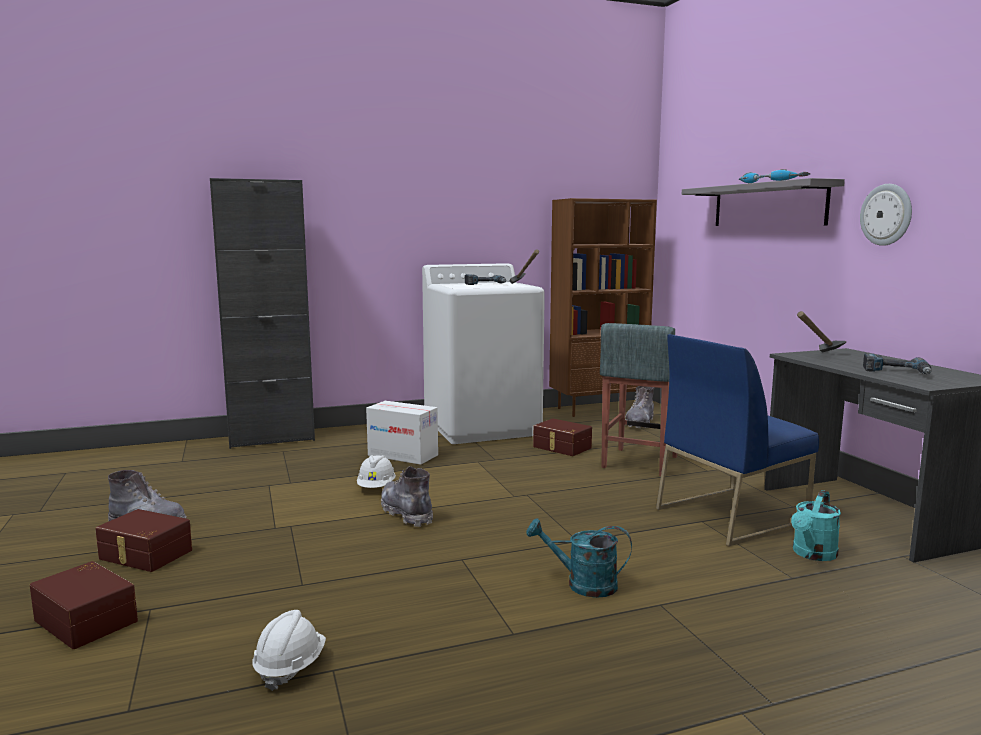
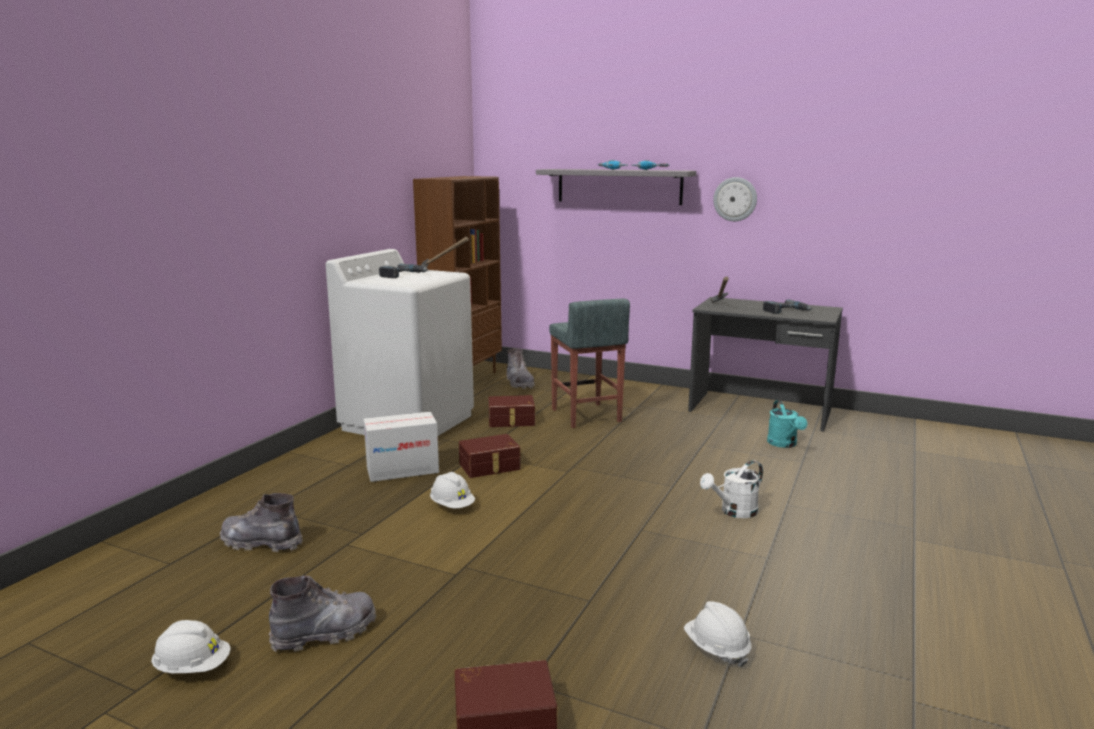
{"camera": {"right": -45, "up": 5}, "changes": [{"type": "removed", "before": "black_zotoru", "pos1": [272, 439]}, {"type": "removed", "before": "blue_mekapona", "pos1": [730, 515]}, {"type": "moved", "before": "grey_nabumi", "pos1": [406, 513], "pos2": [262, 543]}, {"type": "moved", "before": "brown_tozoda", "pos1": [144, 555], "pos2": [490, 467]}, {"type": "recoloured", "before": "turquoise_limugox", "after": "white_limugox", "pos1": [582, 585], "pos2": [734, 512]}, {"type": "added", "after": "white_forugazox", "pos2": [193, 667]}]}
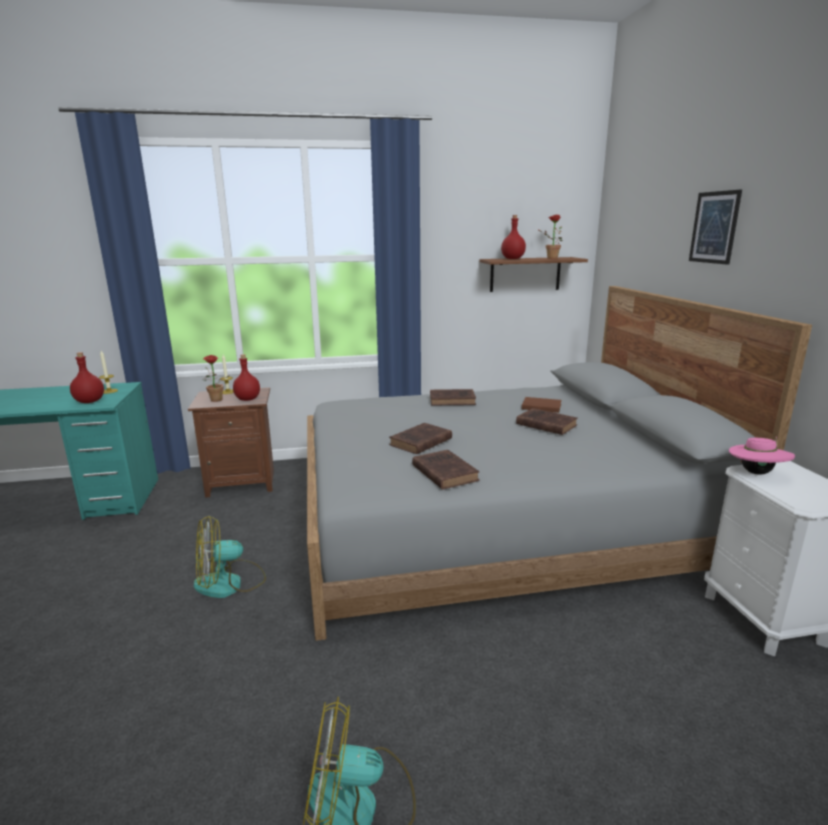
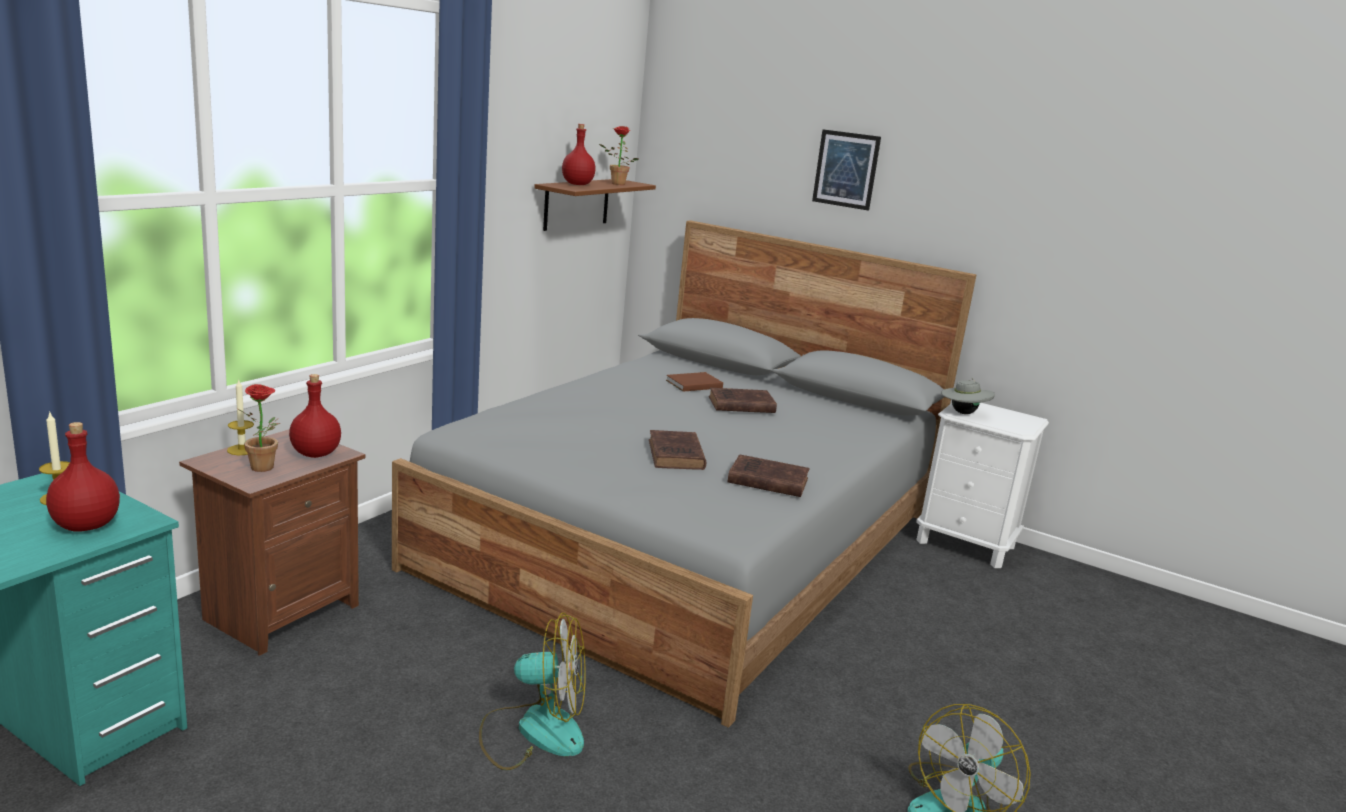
{"camera": {"right": -50, "up": 0}, "changes": [{"type": "removed", "before": "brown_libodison", "pos1": [453, 400]}, {"type": "recoloured", "before": "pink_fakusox", "after": "grey_fakusox", "pos1": [756, 472], "pos2": [963, 413]}, {"type": "turned", "before": "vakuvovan", "pos1": [230, 583], "pos2": [534, 731], "turn": -105}]}
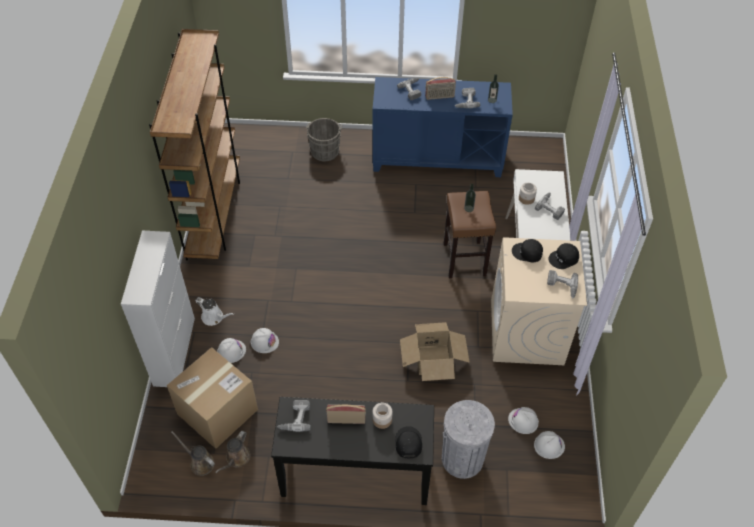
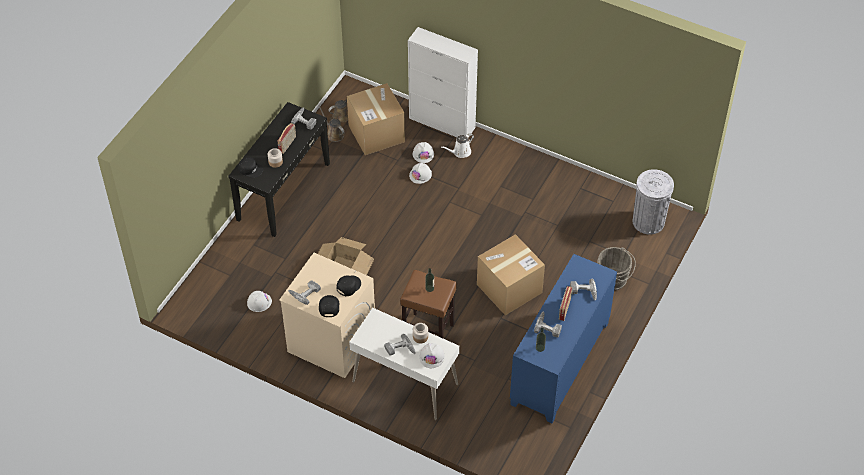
{"camera": {"right": 115, "up": 0}, "changes": [{"type": "removed", "before": "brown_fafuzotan", "pos1": [214, 214]}, {"type": "moved", "before": "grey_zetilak", "pos1": [462, 459], "pos2": [648, 221]}, {"type": "moved", "before": "white_forugazox", "pos1": [549, 445], "pos2": [432, 356]}, {"type": "added", "after": "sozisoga", "pos2": [509, 288]}]}
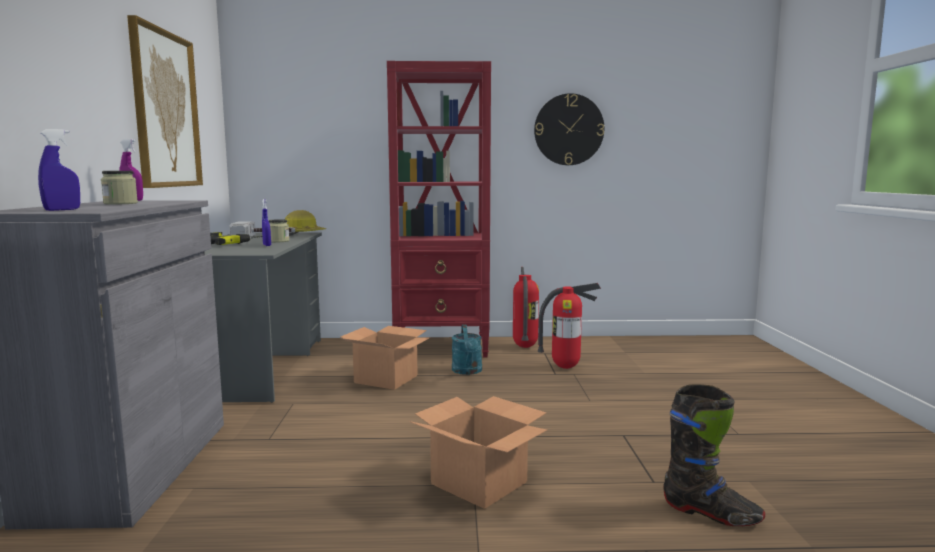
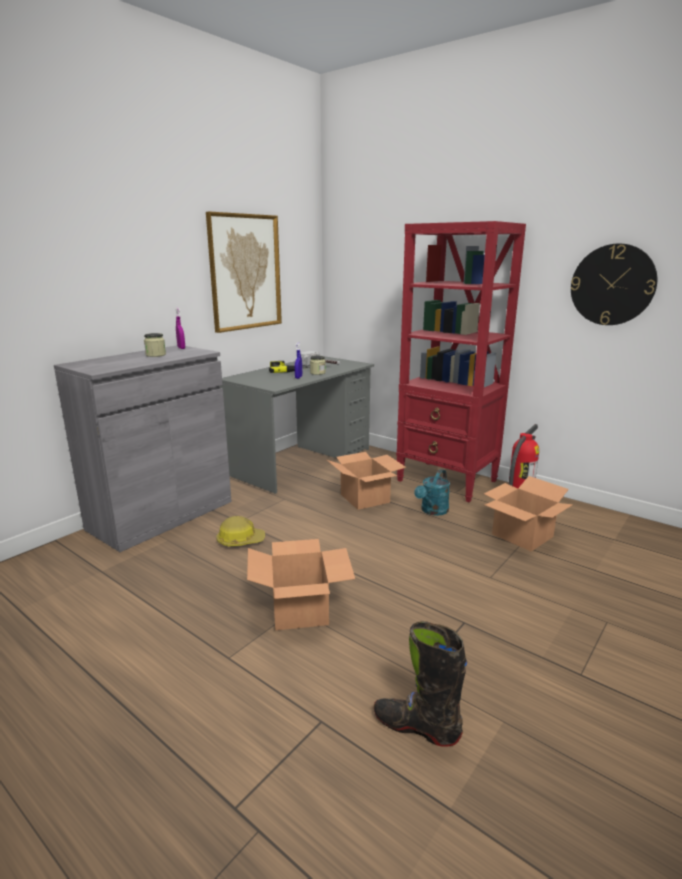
{"camera": {"right": 40, "up": 10}, "changes": [{"type": "removed", "before": "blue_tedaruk", "pos1": [62, 210]}, {"type": "moved", "before": "forugazox", "pos1": [303, 234], "pos2": [240, 540]}, {"type": "replaced", "before": "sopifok", "after": "sozisoga", "pos1": [566, 367], "pos2": [523, 535]}, {"type": "turned", "before": "black_nabumi", "pos1": [711, 513], "pos2": [416, 727], "turn": 135}]}
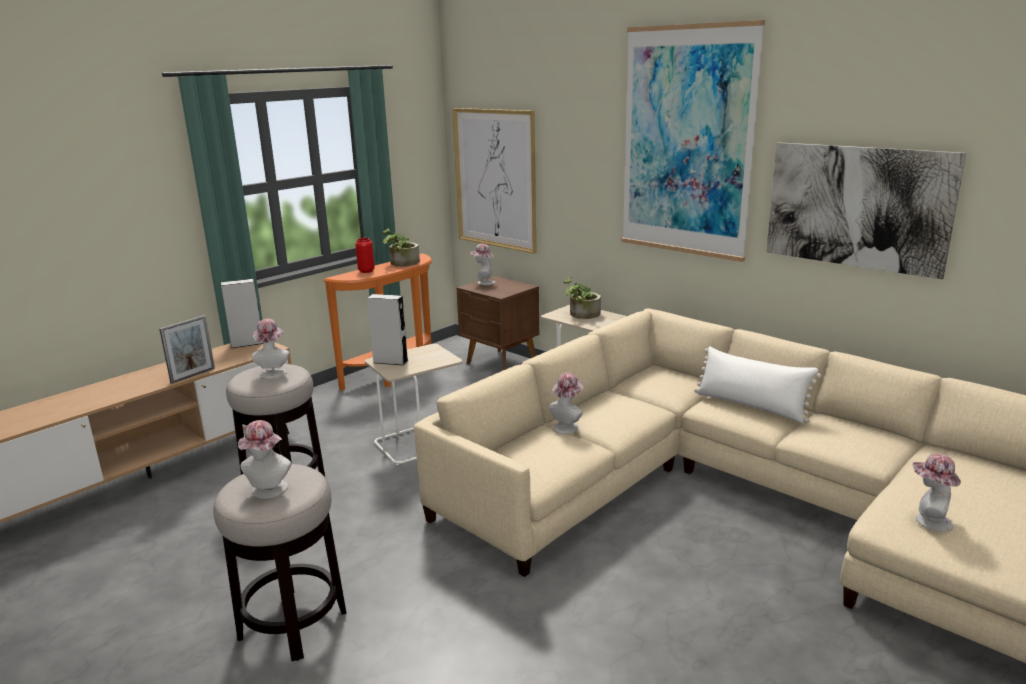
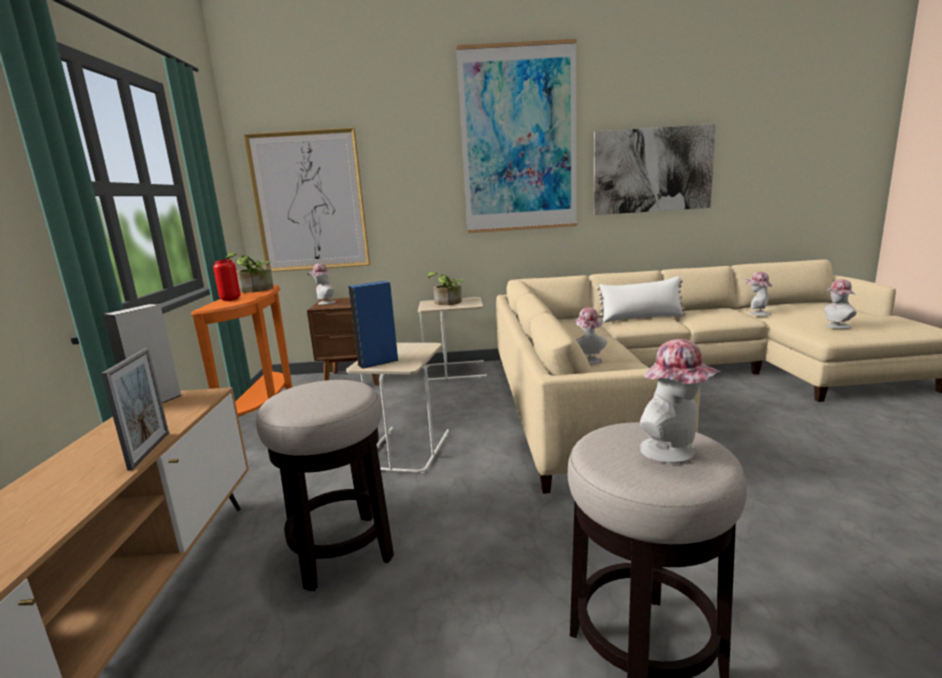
{"camera": {"right": -45, "up": -5}, "changes": [{"type": "recoloured", "before": "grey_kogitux", "after": "blue_kogitux", "pos1": [390, 361], "pos2": [378, 362]}, {"type": "moved", "before": "fakusox", "pos1": [273, 372], "pos2": [756, 313]}]}
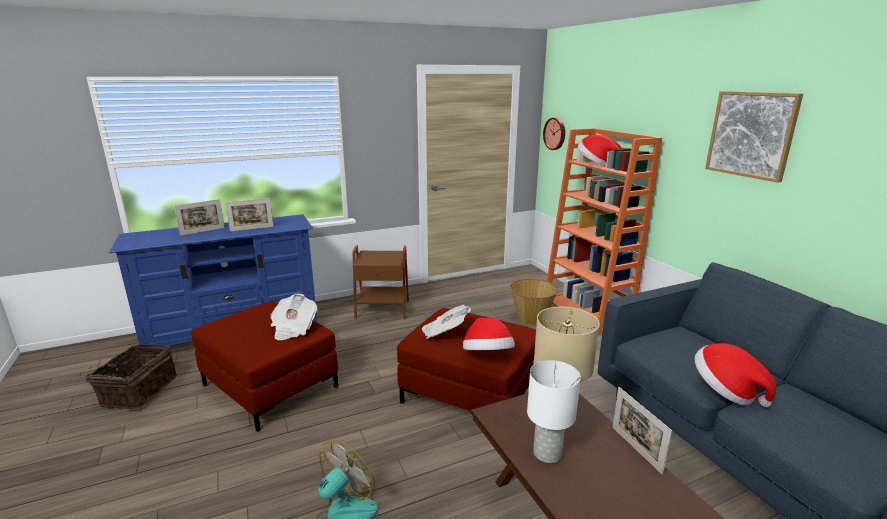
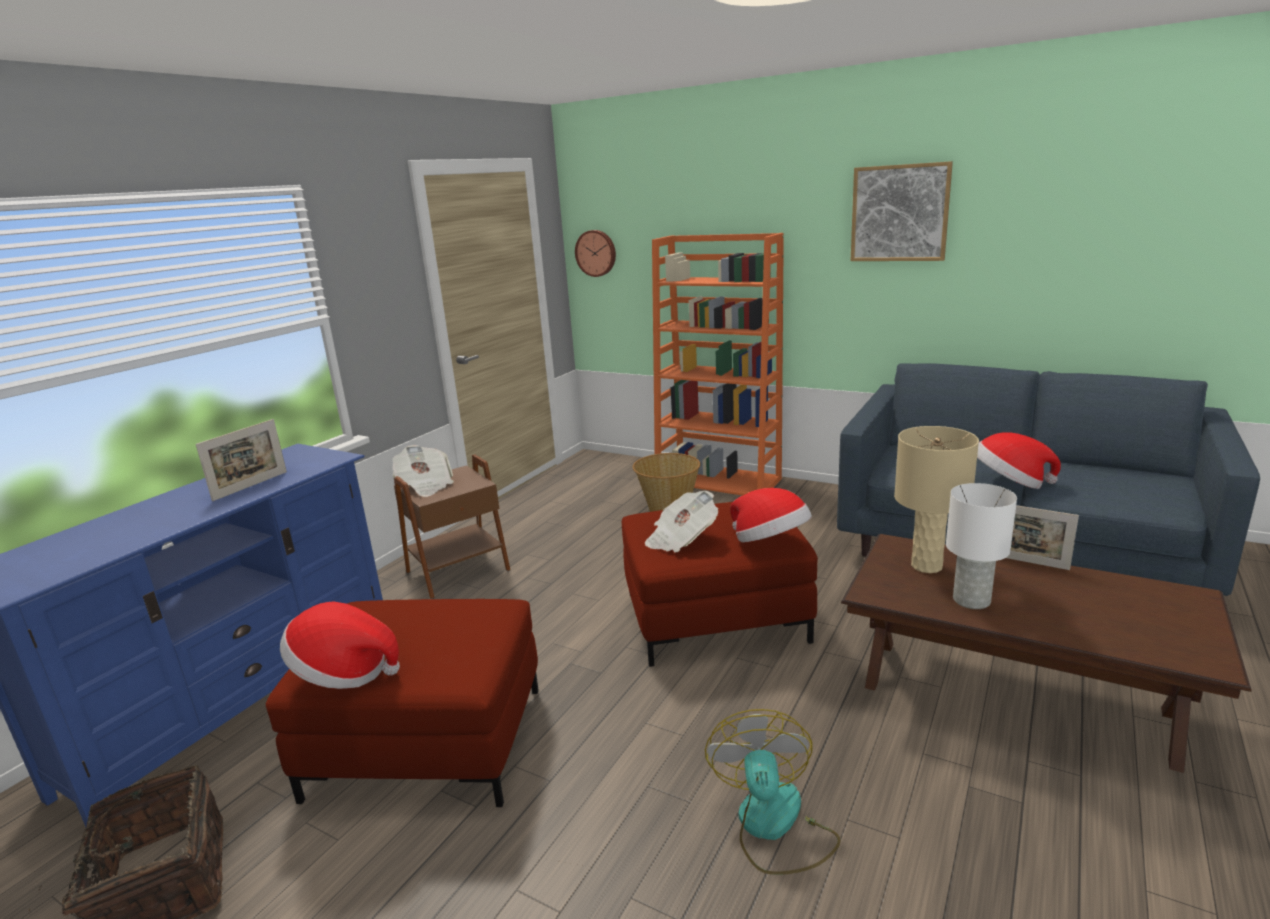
{"camera": {"right": -35, "up": 0}, "changes": [{"type": "moved", "before": "fakusox", "pos1": [597, 164], "pos2": [344, 672]}, {"type": "removed", "before": "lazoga", "pos1": [202, 231]}, {"type": "moved", "before": "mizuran", "pos1": [293, 328], "pos2": [425, 485]}]}
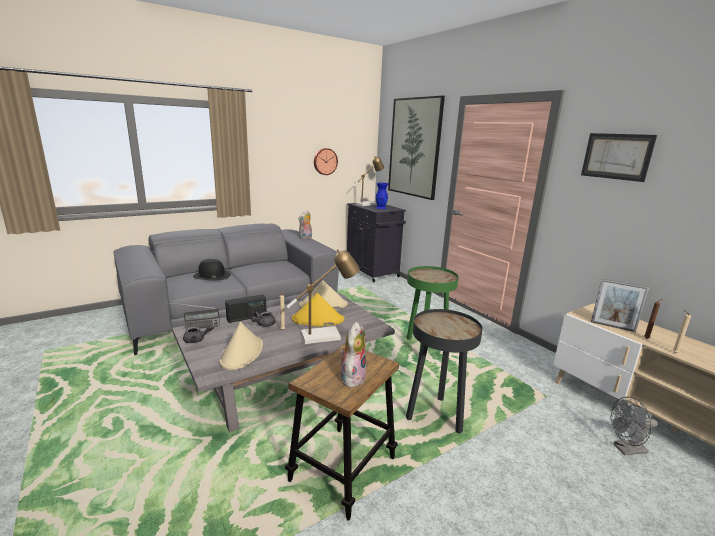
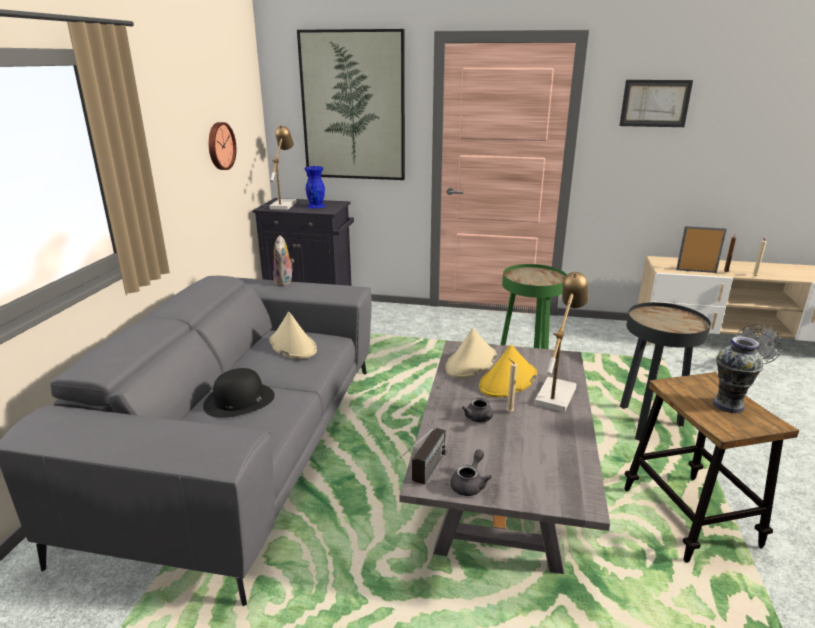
{"camera": {"right": -45, "up": 5}, "changes": [{"type": "turned", "before": "lazoga", "pos1": [612, 326], "pos2": [696, 271], "turn": -150}, {"type": "removed", "before": "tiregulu", "pos1": [247, 317]}, {"type": "moved", "before": "beige_fakusox", "pos1": [242, 353], "pos2": [292, 346]}, {"type": "replaced", "before": "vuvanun", "after": "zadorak", "pos1": [352, 377], "pos2": [728, 405]}]}
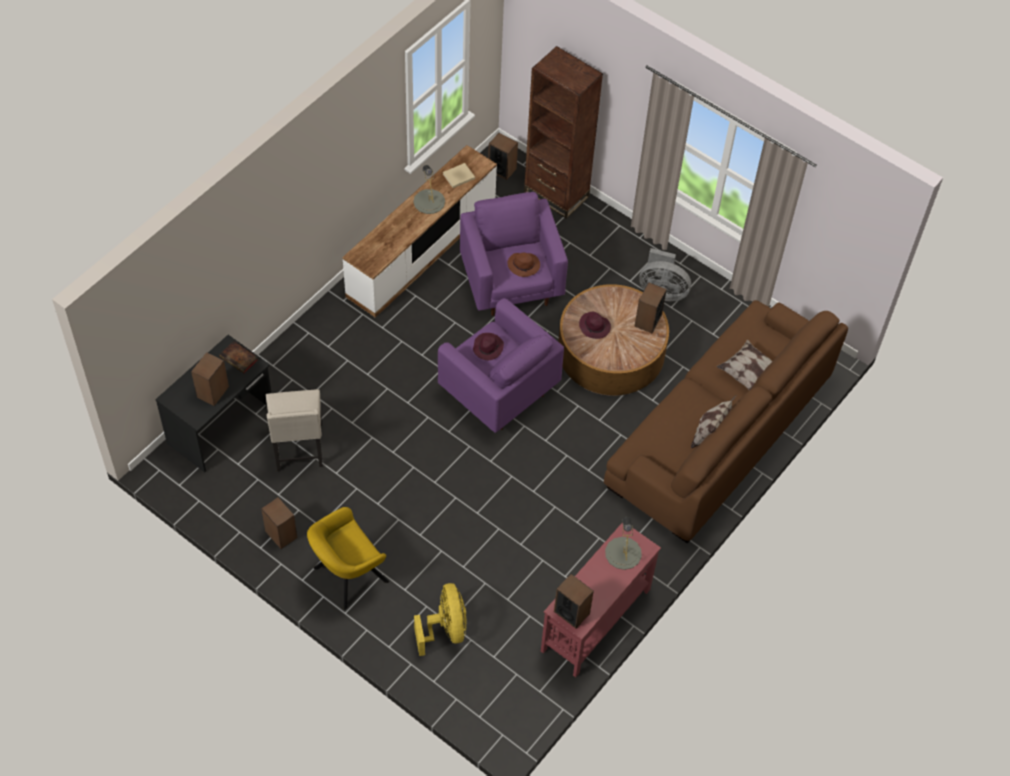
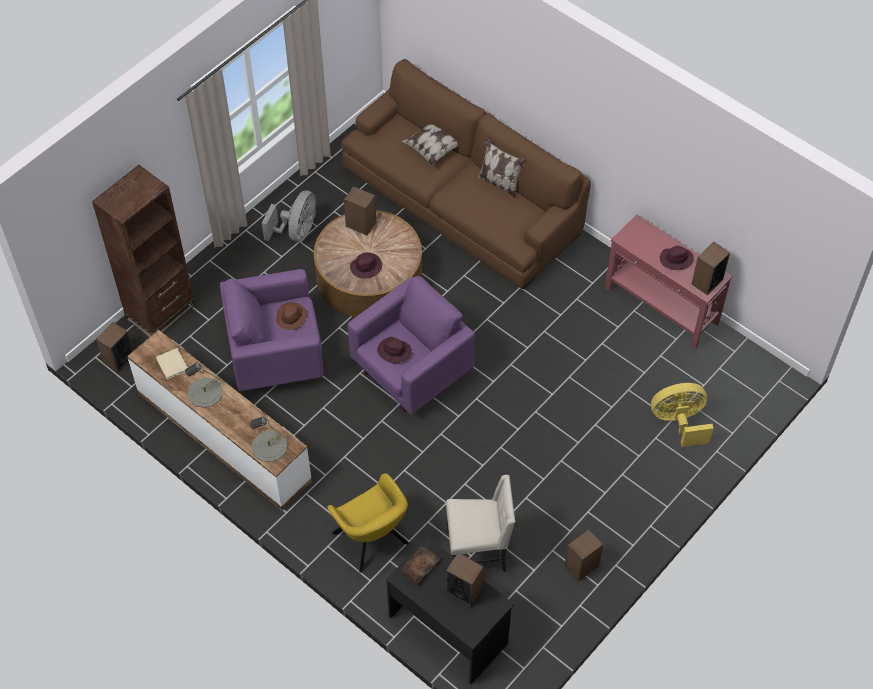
{"camera": {"right": -85, "up": 0}, "changes": [{"type": "moved", "before": "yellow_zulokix", "pos1": [347, 576], "pos2": [372, 541]}, {"type": "moved", "before": "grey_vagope", "pos1": [623, 553], "pos2": [269, 446]}, {"type": "added", "after": "purple_fakusox", "pos2": [675, 260]}]}
